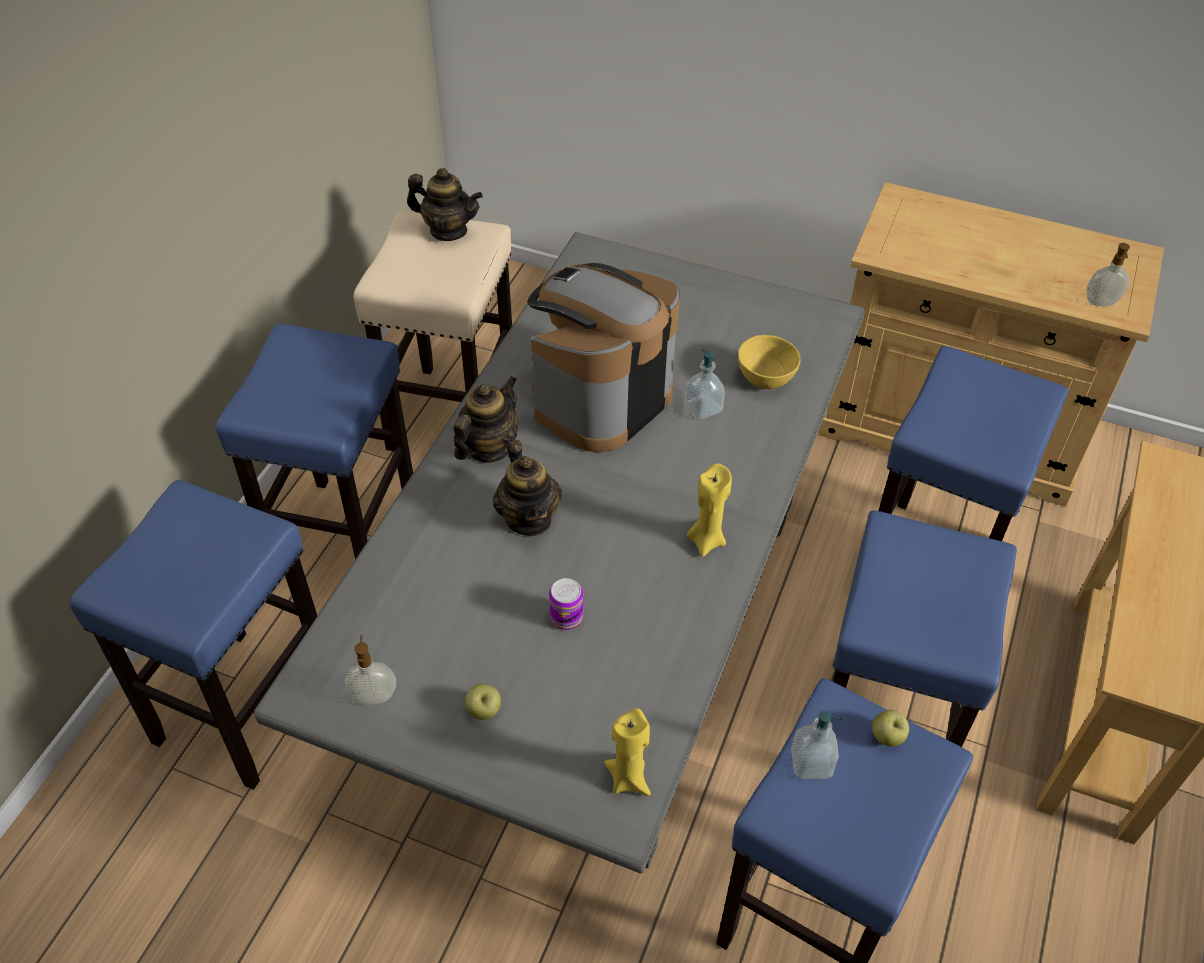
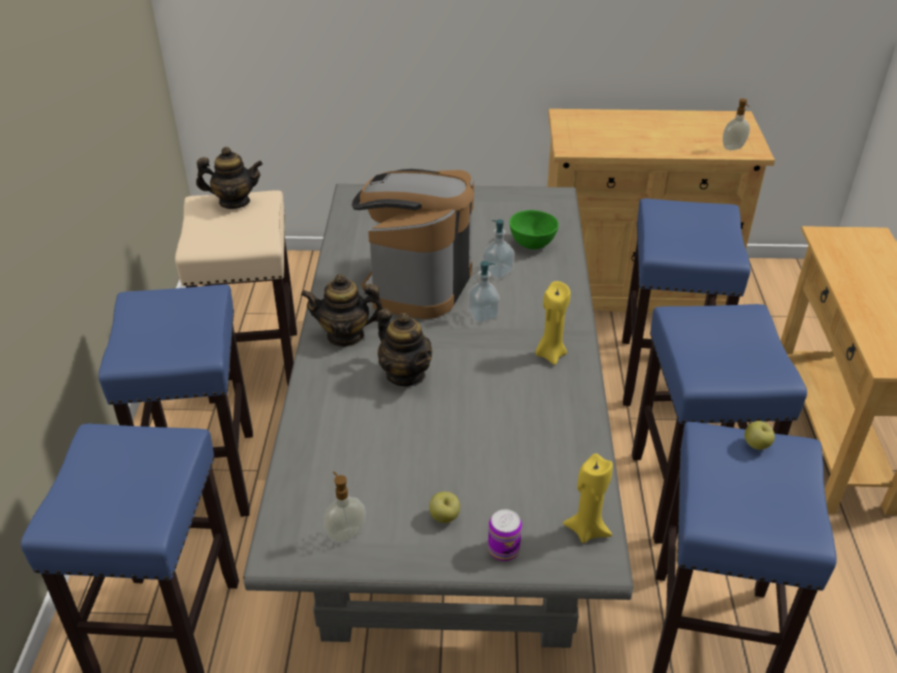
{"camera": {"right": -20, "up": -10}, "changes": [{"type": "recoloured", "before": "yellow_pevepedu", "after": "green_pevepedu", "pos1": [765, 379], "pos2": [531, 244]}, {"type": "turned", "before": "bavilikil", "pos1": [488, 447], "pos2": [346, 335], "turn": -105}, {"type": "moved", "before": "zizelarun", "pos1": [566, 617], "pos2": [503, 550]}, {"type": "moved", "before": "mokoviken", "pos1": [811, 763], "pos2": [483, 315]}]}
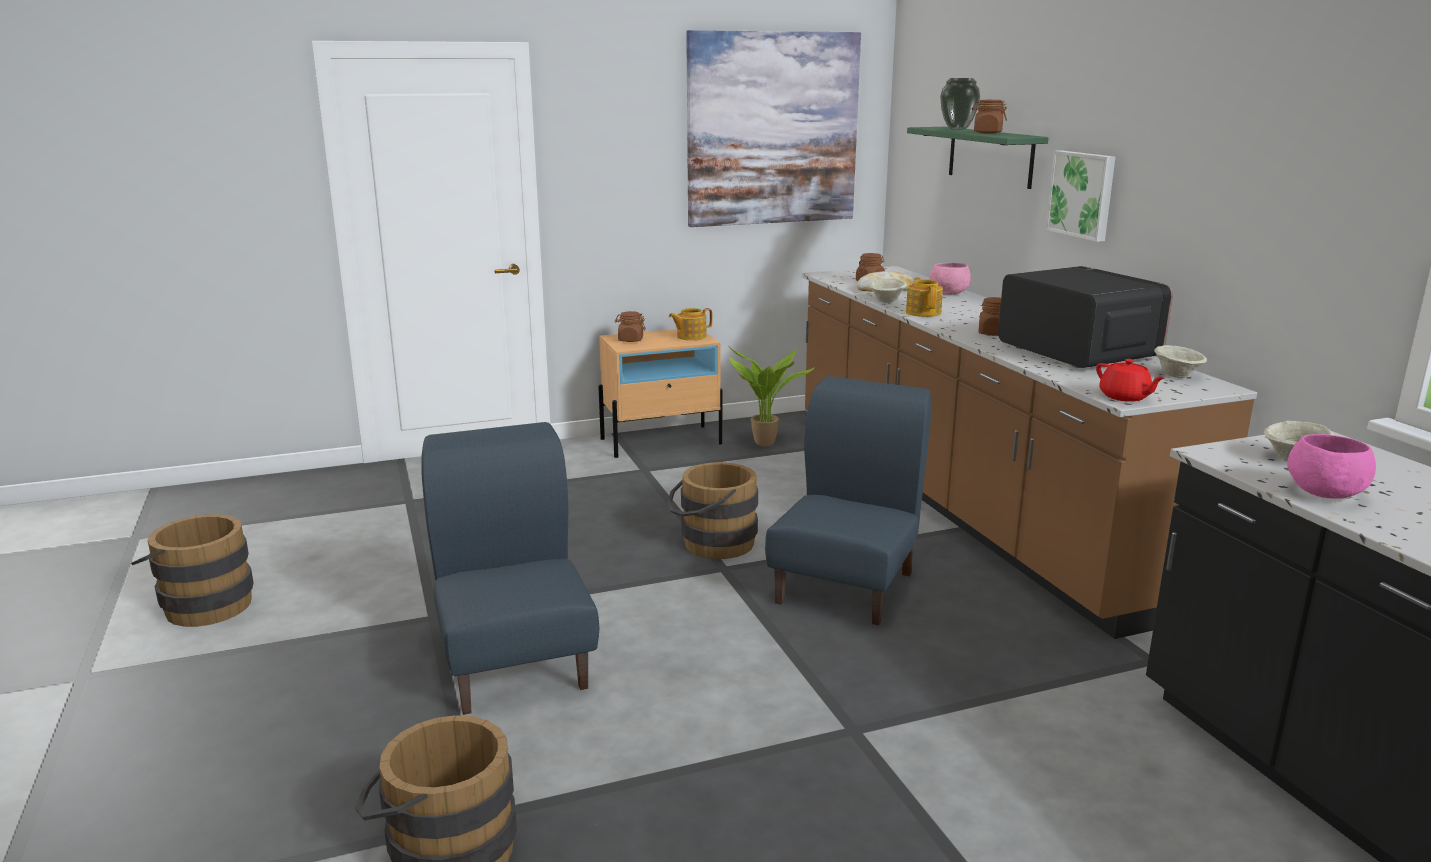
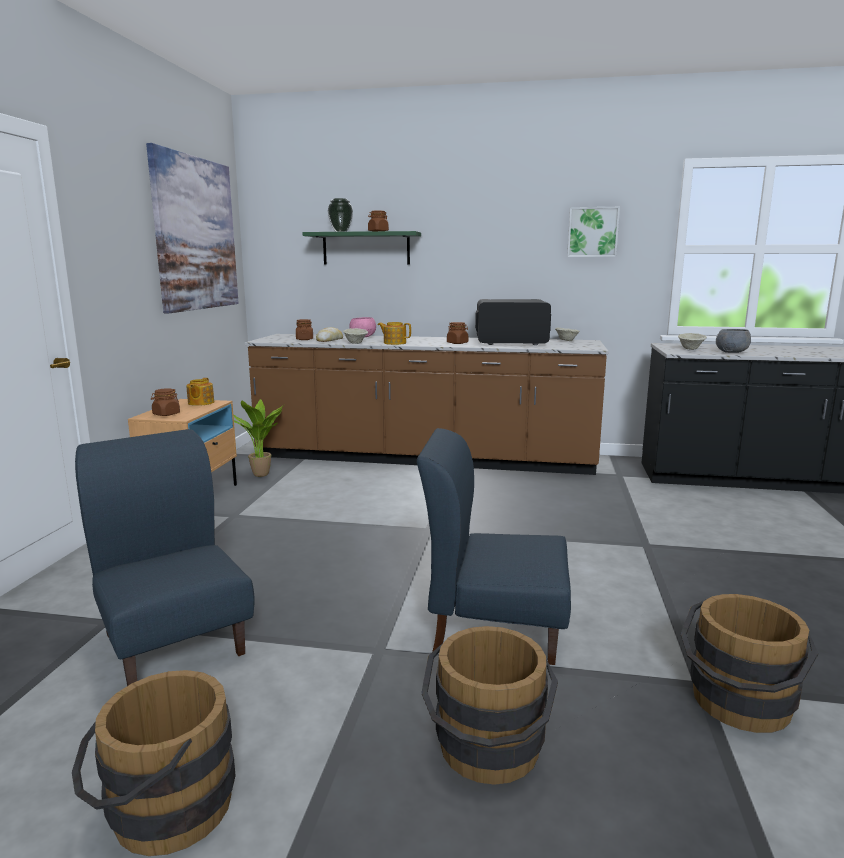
{"camera": {"right": -60, "up": -5}, "changes": [{"type": "moved", "before": "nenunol", "pos1": [1082, 194], "pos2": [592, 232]}, {"type": "removed", "before": "red_bavilikil", "pos1": [1125, 397]}, {"type": "moved", "before": "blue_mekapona", "pos1": [846, 587], "pos2": [174, 642]}, {"type": "recoloured", "before": "pink_pevepedu", "after": "grey_pevepedu", "pos1": [1325, 493], "pos2": [731, 352]}, {"type": "moved", "before": "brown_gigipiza", "pos1": [711, 544], "pos2": [487, 753]}]}
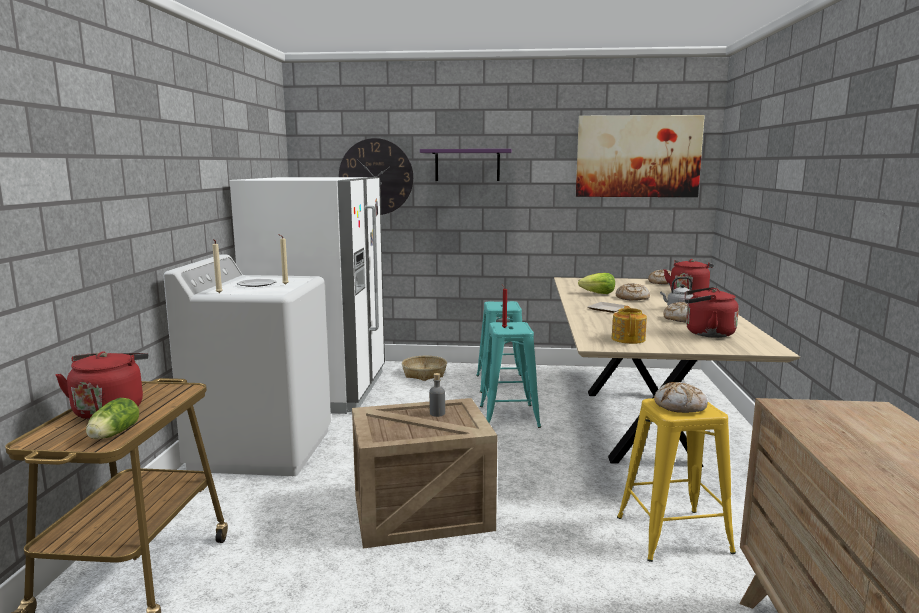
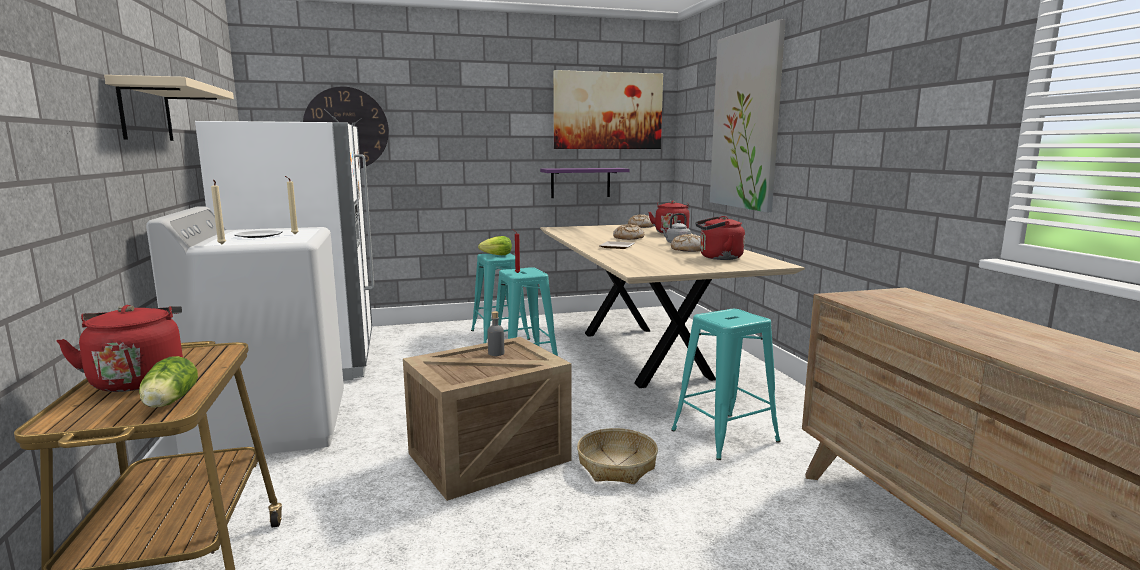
{"camera": {"right": -20, "up": 0}, "changes": [{"type": "moved", "before": "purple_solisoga", "pos1": [467, 165], "pos2": [580, 182]}, {"type": "moved", "before": "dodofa", "pos1": [598, 293], "pos2": [497, 255]}, {"type": "removed", "before": "bavilikil", "pos1": [628, 339]}, {"type": "moved", "before": "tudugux", "pos1": [424, 374], "pos2": [617, 466]}, {"type": "removed", "before": "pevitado", "pos1": [680, 406]}, {"type": "recoloured", "before": "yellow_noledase", "after": "turquoise_noledase", "pos1": [674, 534], "pos2": [725, 436]}, {"type": "added", "after": "nenunol", "pos2": [745, 121]}, {"type": "added", "after": "beige_solisoga", "pos2": [145, 112]}]}
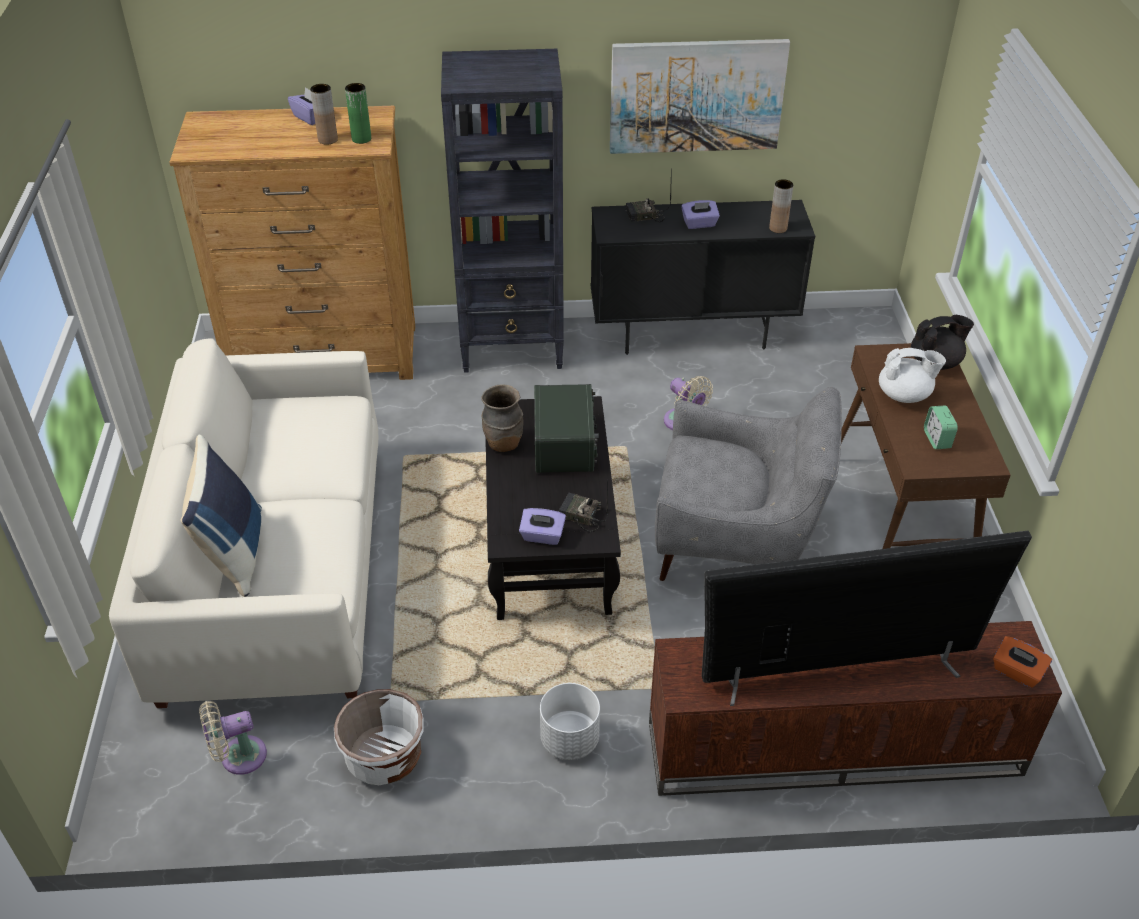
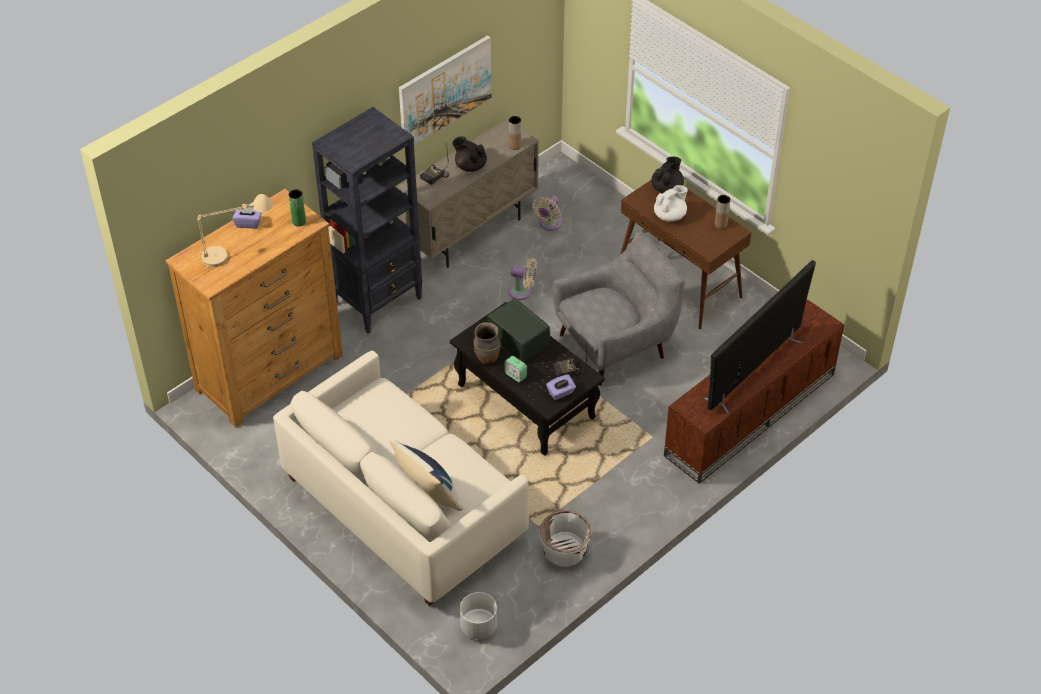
{"camera": {"right": -40, "up": 5}, "changes": [{"type": "moved", "before": "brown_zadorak", "pos1": [328, 140], "pos2": [720, 225]}, {"type": "recoloured", "before": "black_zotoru", "after": "beige_zotoru", "pos1": [692, 334], "pos2": [471, 233]}, {"type": "replaced", "before": "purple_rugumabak", "after": "black_bavilikil", "pos1": [699, 224], "pos2": [470, 166]}, {"type": "moved", "before": "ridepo", "pos1": [937, 439], "pos2": [515, 375]}, {"type": "removed", "before": "orange_rugumabak", "pos1": [1016, 672]}, {"type": "moved", "before": "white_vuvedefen", "pos1": [570, 739], "pos2": [478, 626]}, {"type": "moved", "before": "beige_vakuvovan", "pos1": [238, 757], "pos2": [549, 224]}, {"type": "added", "after": "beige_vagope", "pos2": [238, 253]}]}
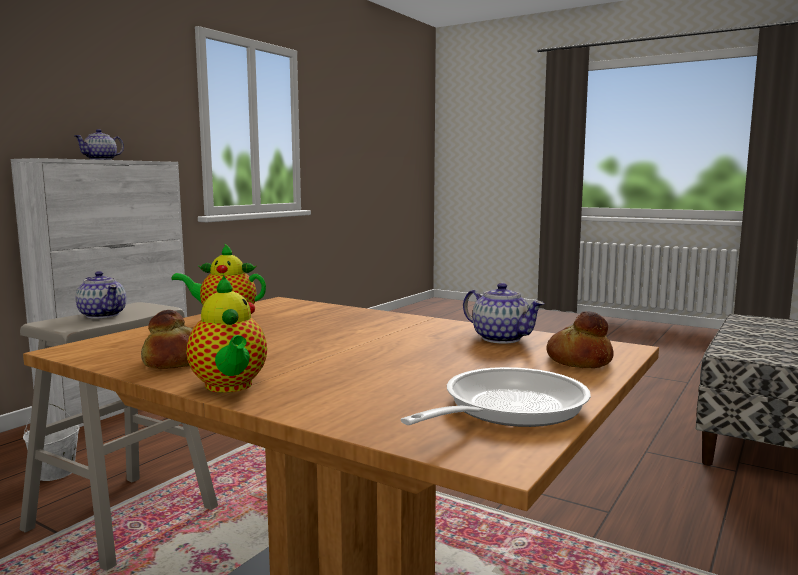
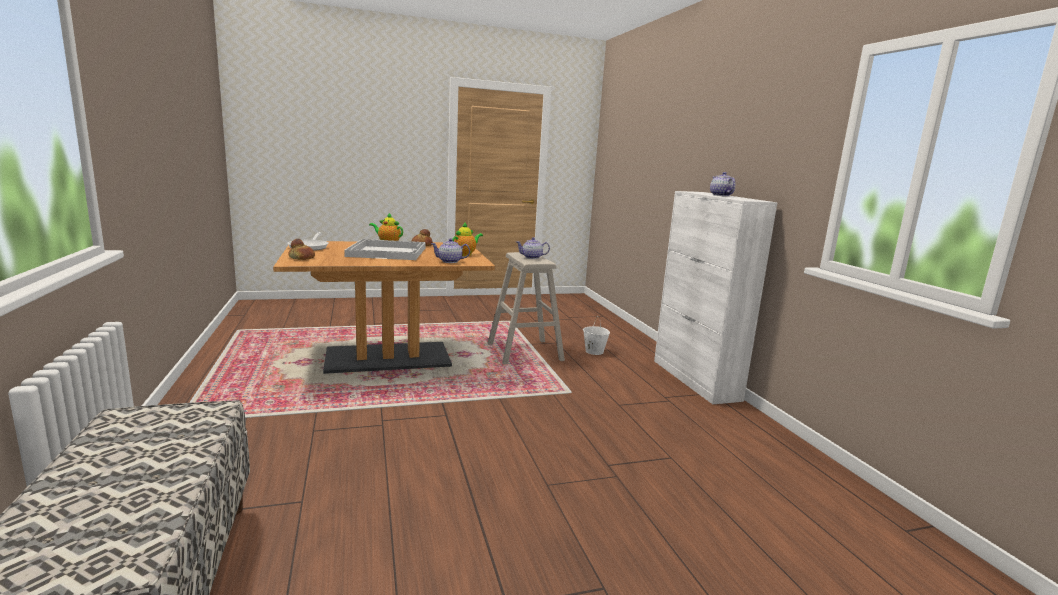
{"camera": {"right": 130, "up": 5}, "changes": [{"type": "moved", "before": "bavilikil", "pos1": [500, 338], "pos2": [450, 261]}, {"type": "added", "after": "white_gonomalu", "pos2": [388, 252]}]}
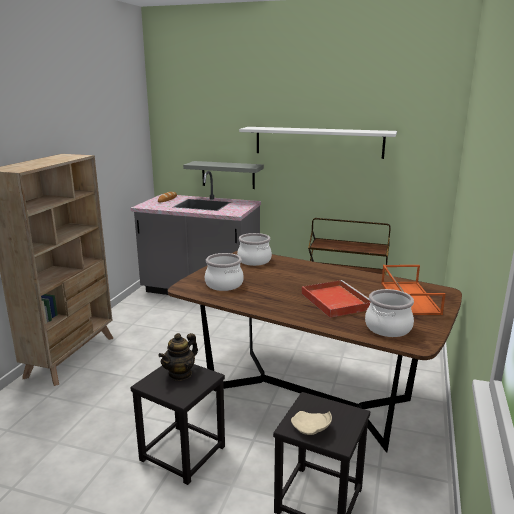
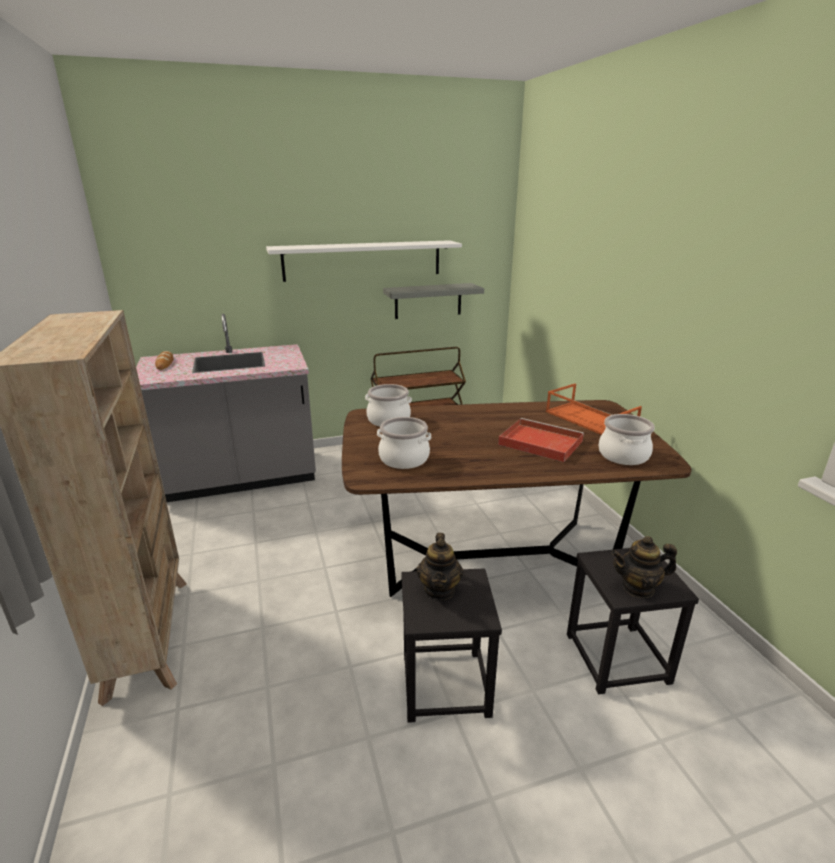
{"camera": {"right": -35, "up": 5}, "changes": [{"type": "moved", "before": "grey_solisoga", "pos1": [228, 175], "pos2": [428, 301]}, {"type": "replaced", "before": "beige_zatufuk", "after": "bavilikil", "pos1": [311, 429], "pos2": [638, 587]}]}
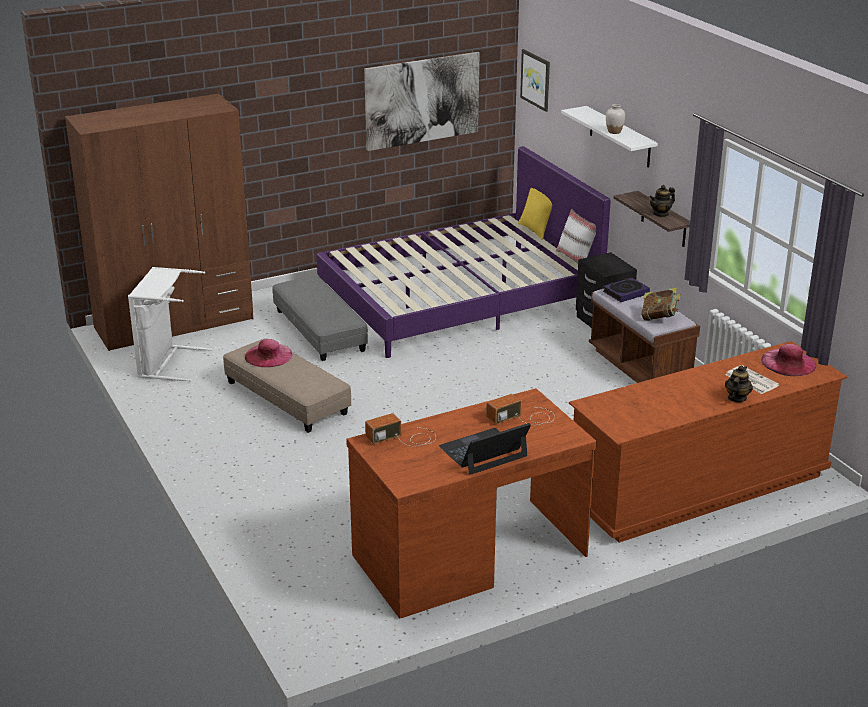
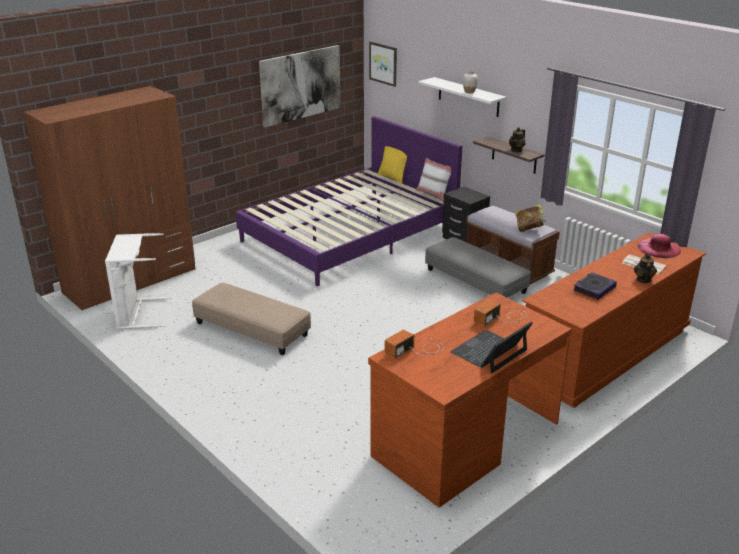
{"camera": {"right": -15, "up": 0}, "changes": [{"type": "moved", "before": "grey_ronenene", "pos1": [319, 330], "pos2": [475, 281]}, {"type": "moved", "before": "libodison", "pos1": [625, 293], "pos2": [594, 289]}, {"type": "removed", "before": "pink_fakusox", "pos1": [268, 355]}]}
